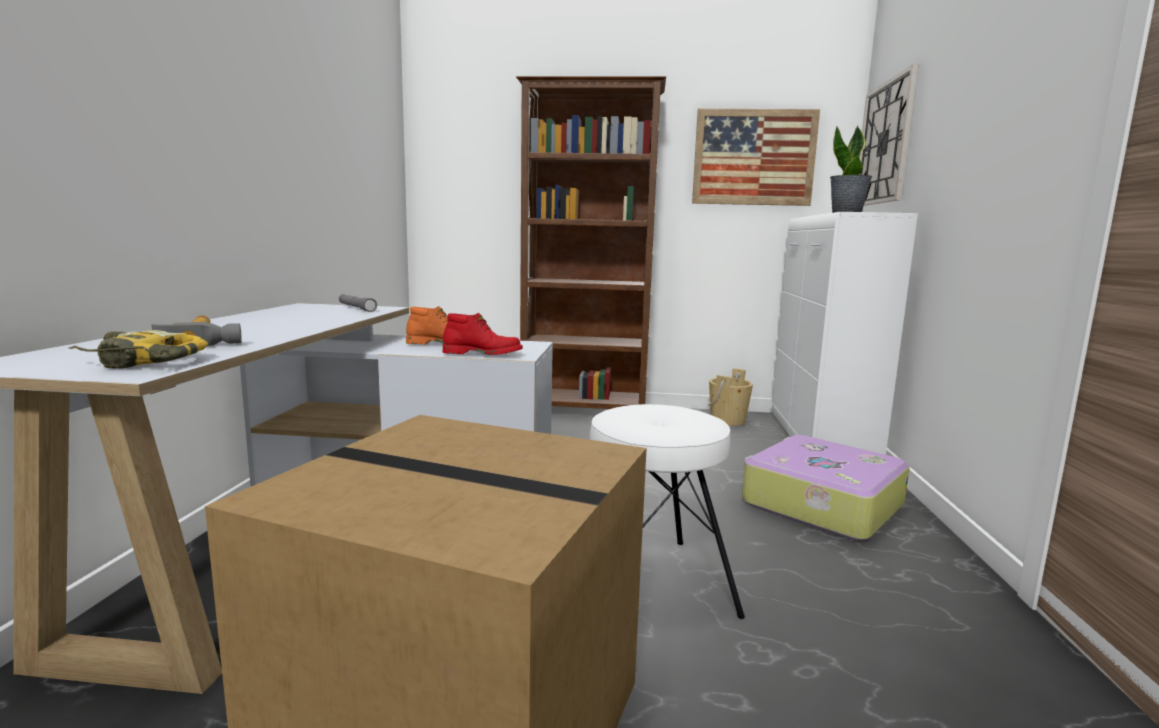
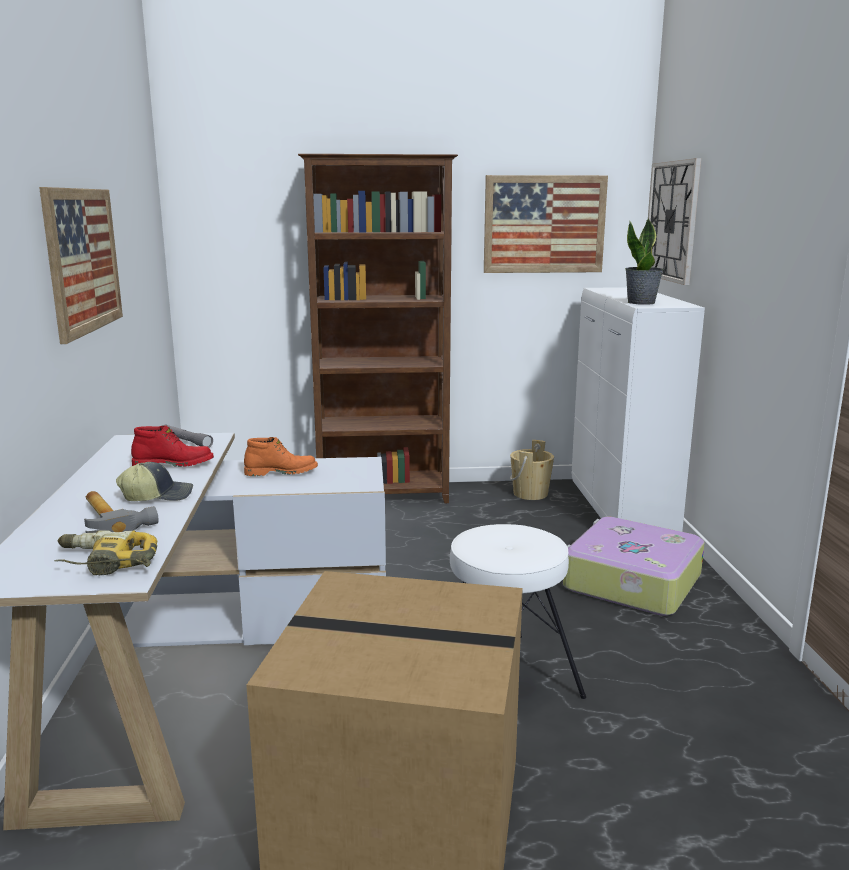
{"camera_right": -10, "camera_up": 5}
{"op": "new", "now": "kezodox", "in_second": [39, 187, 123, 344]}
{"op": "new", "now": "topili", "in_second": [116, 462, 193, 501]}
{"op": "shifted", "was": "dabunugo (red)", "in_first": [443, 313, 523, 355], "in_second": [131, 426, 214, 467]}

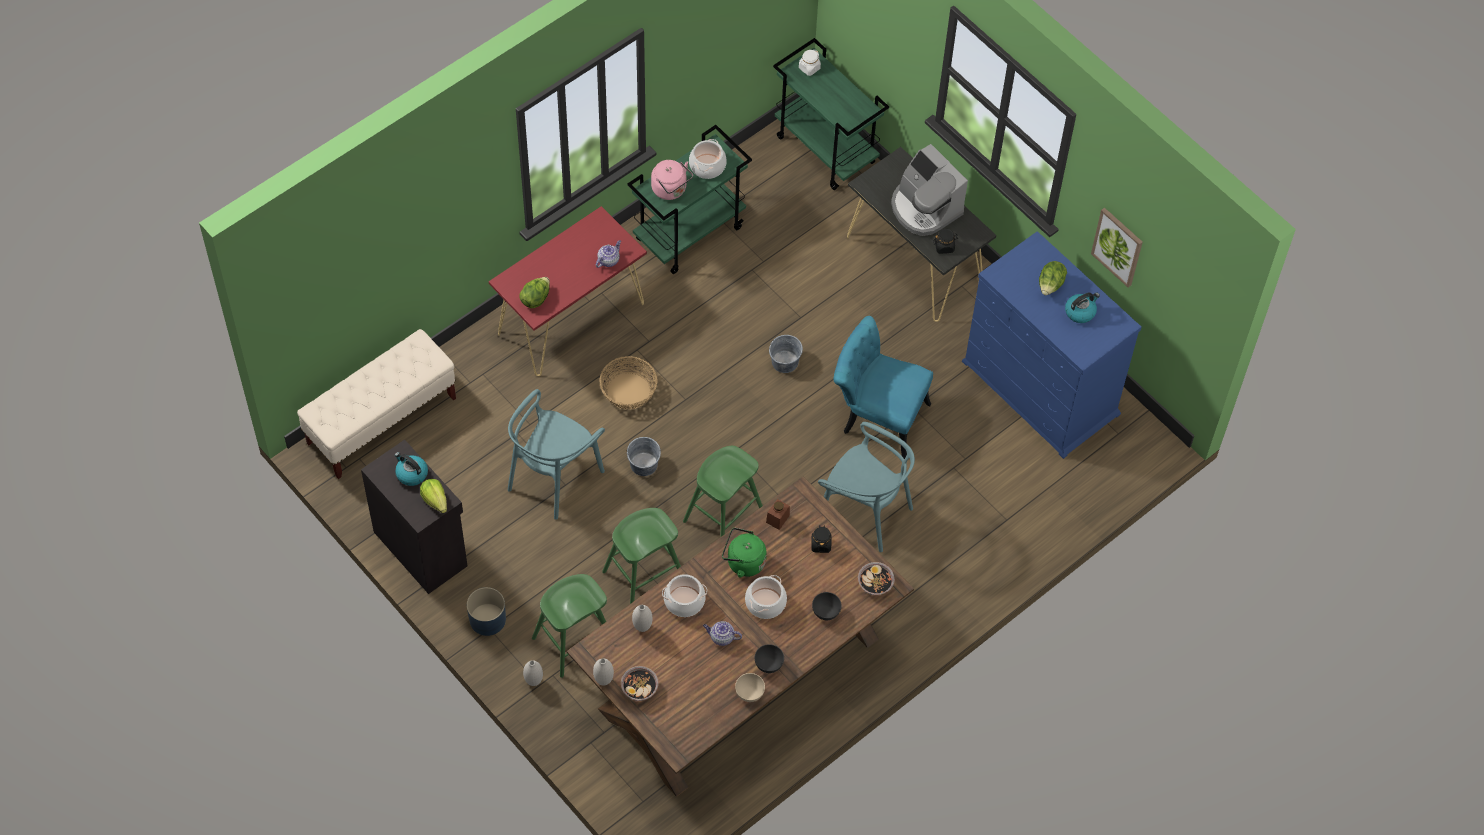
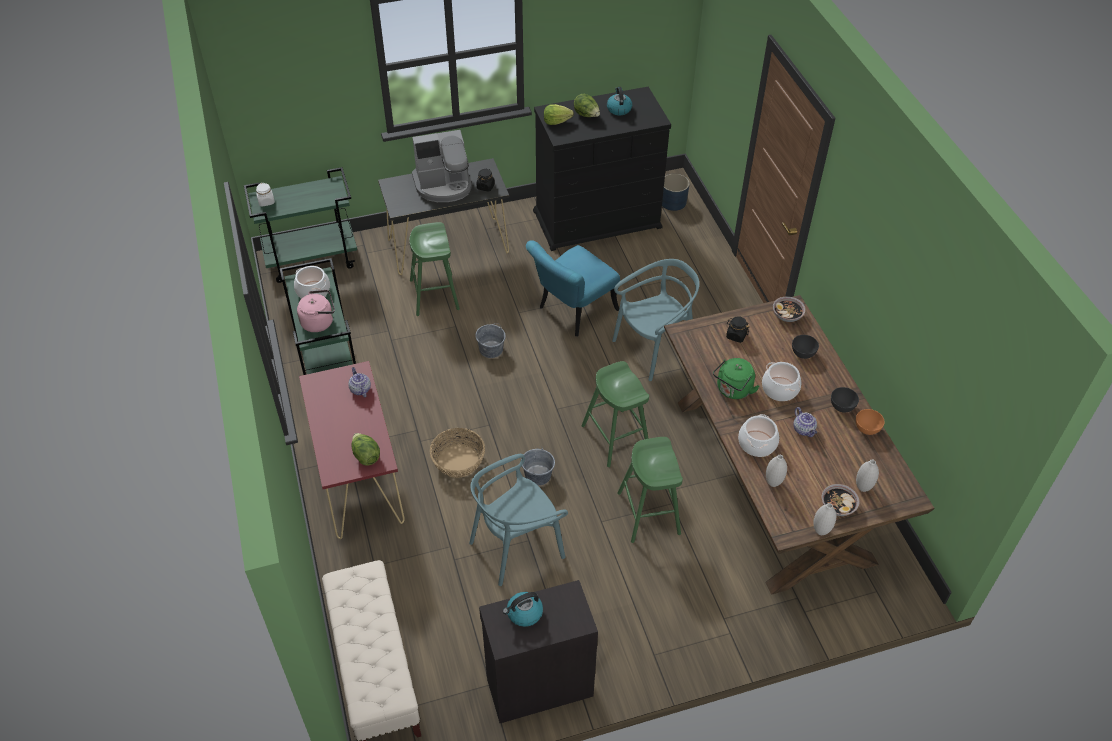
{"camera_right": -65, "camera_up": -10}
{"op": "shifted", "was": "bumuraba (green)", "in_first": [532, 574, 607, 678], "in_second": [409, 222, 460, 316]}
{"op": "rotated", "was": "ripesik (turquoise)", "in_first": [508, 389, 605, 520], "in_second": [469, 454, 568, 586], "clockwise": 90}
{"op": "repainted", "was": "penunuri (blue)", "now": "penunuri (black)", "in_first": [962, 231, 1142, 459], "in_second": [533, 87, 671, 251]}
{"op": "shifted", "was": "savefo", "in_first": [420, 479, 447, 513], "in_second": [544, 104, 574, 125]}
{"op": "shifted", "was": "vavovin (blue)", "in_first": [467, 587, 506, 636], "in_second": [662, 174, 690, 211]}
{"op": "rotated", "was": "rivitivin", "in_first": [703, 621, 742, 646], "in_second": [793, 407, 817, 437], "clockwise": -60}
{"op": "repainted", "was": "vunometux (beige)", "now": "vunometux (orange)", "in_first": [735, 673, 765, 702], "in_second": [856, 409, 885, 435]}
{"op": "shifted", "was": "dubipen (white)", "in_first": [523, 660, 543, 686], "in_second": [856, 459, 879, 492]}
{"op": "gone", "was": "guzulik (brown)", "in_first": [766, 499, 790, 530]}
{"op": "gone", "was": "kezodox", "in_first": [1091, 208, 1143, 287]}

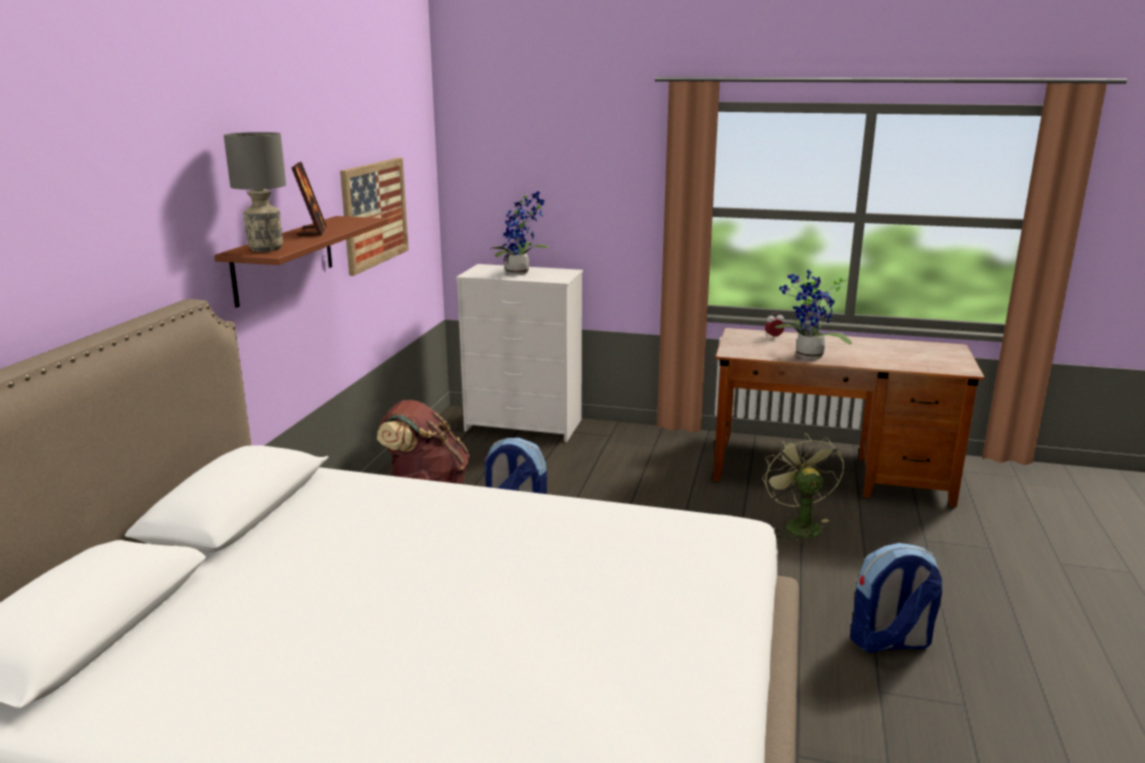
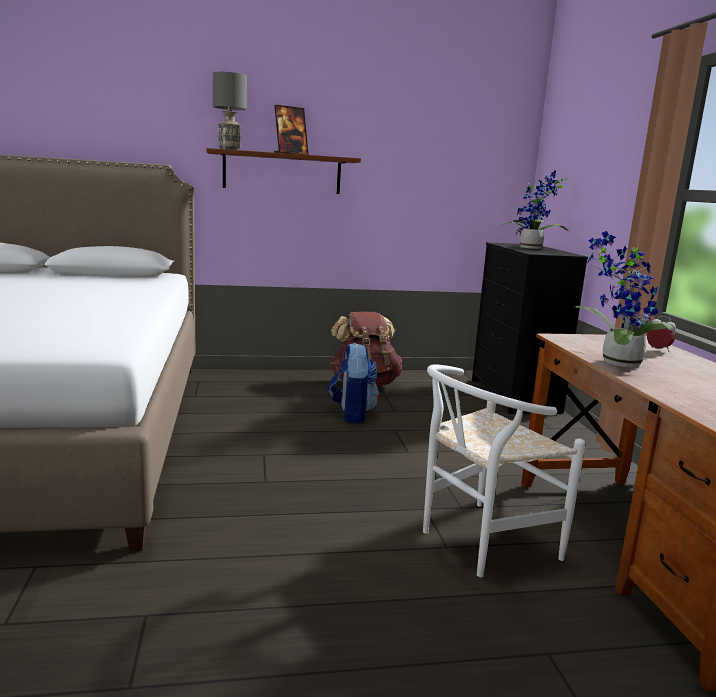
{"camera_right": 65, "camera_up": -5}
{"op": "swapped", "was": "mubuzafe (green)", "now": "ripesik (white)", "in_first": [762, 433, 844, 544], "in_second": [423, 364, 586, 577]}
{"op": "repainted", "was": "penunuri (white)", "now": "penunuri (black)", "in_first": [456, 264, 583, 442], "in_second": [472, 242, 588, 414]}
{"op": "gone", "was": "kezodox", "in_first": [340, 157, 409, 276]}
{"op": "gone", "was": "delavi", "in_first": [850, 543, 942, 653]}

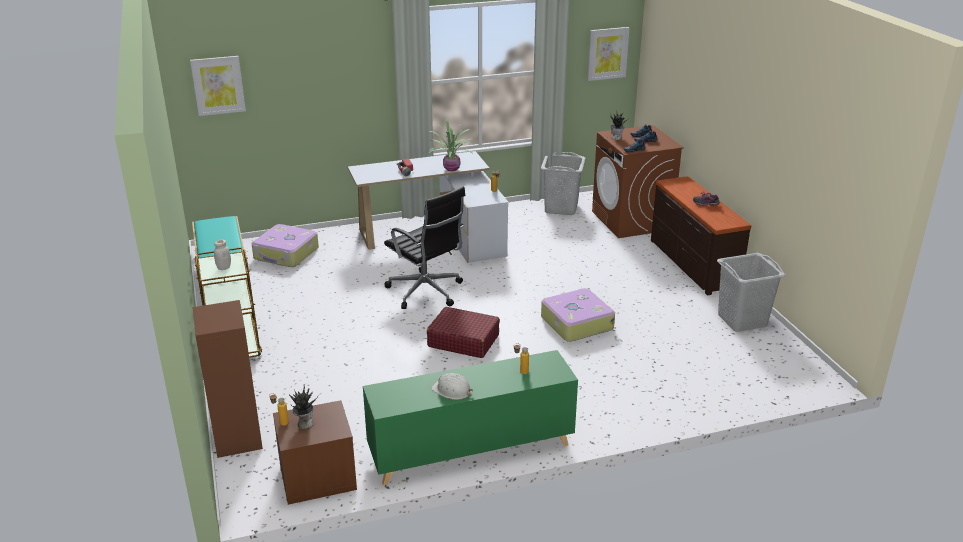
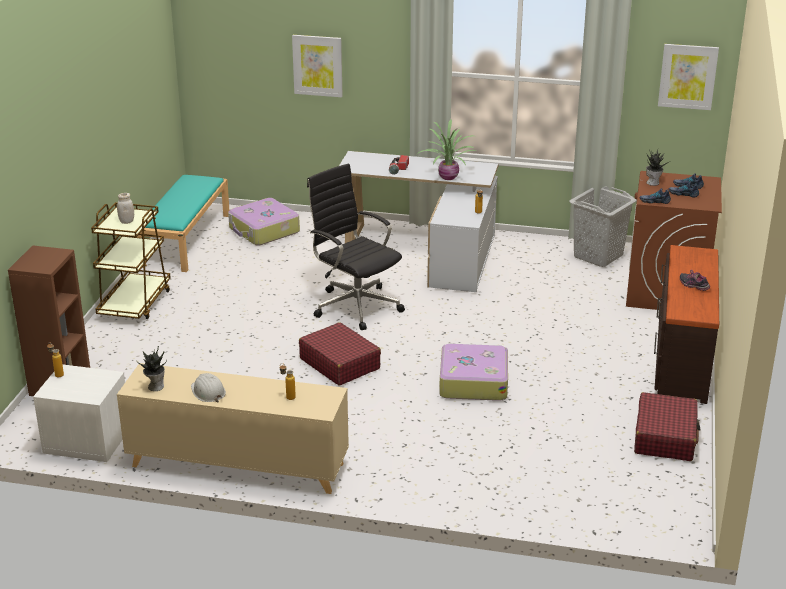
{"camera_right": 30, "camera_up": 0}
{"op": "repainted", "was": "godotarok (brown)", "now": "godotarok (white)", "in_first": [273, 400, 357, 505], "in_second": [33, 364, 125, 462]}
{"op": "repainted", "was": "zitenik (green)", "now": "zitenik (beige)", "in_first": [363, 350, 578, 485], "in_second": [117, 363, 349, 494]}
{"op": "shifted", "was": "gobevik", "in_first": [289, 385, 318, 429], "in_second": [137, 346, 167, 391]}
{"op": "shifted", "was": "kezodox", "in_first": [190, 56, 246, 116], "in_second": [292, 35, 342, 97]}
{"op": "rotated", "was": "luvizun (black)", "in_first": [384, 187, 465, 309], "in_second": [307, 163, 405, 330], "clockwise": 150}
{"op": "swapped", "was": "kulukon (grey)", "now": "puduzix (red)", "in_first": [717, 253, 786, 332], "in_second": [634, 392, 700, 461]}

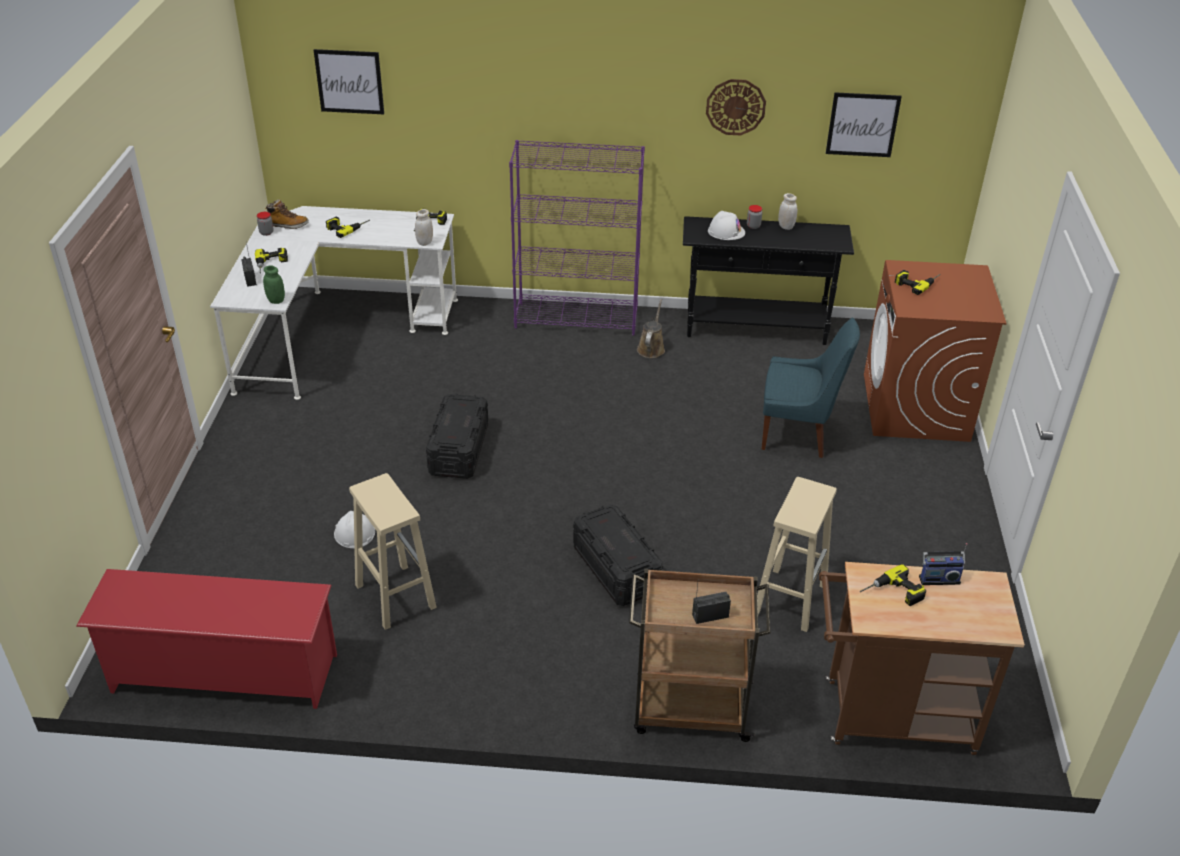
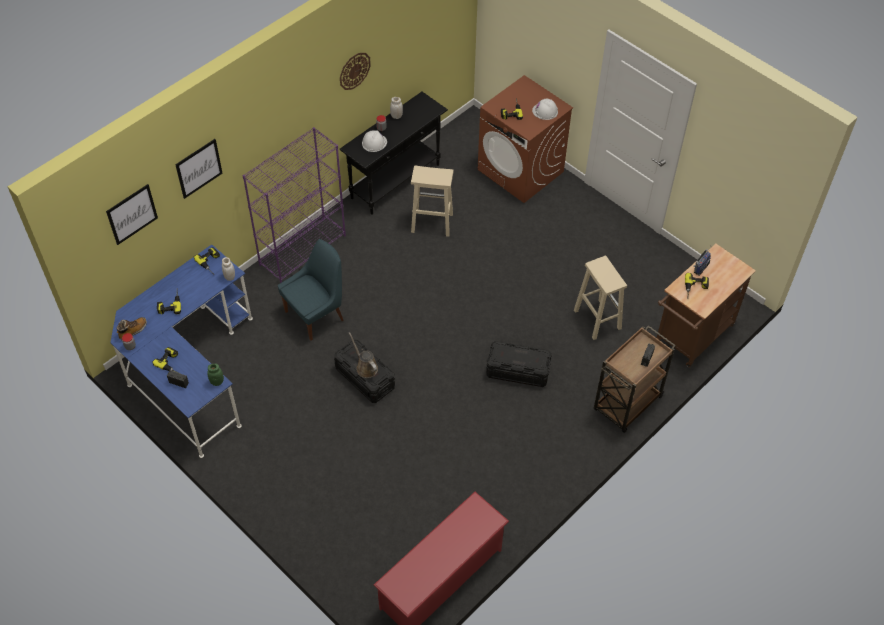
{"camera_right": -50, "camera_up": 15}
{"op": "repainted", "was": "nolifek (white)", "now": "nolifek (blue)", "in_first": [210, 206, 458, 400], "in_second": [110, 244, 253, 458]}
{"op": "shifted", "was": "kezodox", "in_first": [826, 92, 902, 157], "in_second": [175, 139, 222, 199]}
{"op": "shifted", "was": "ripesik (blue)", "in_first": [762, 318, 860, 458], "in_second": [278, 239, 344, 341]}
{"op": "shifted", "was": "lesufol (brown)", "in_first": [637, 299, 665, 358], "in_second": [349, 332, 378, 378]}
{"op": "shifted", "was": "bumuraba (beige)", "in_first": [349, 473, 437, 630], "in_second": [411, 166, 453, 237]}
{"op": "shifted", "was": "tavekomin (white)", "in_first": [334, 511, 375, 548], "in_second": [532, 99, 558, 120]}

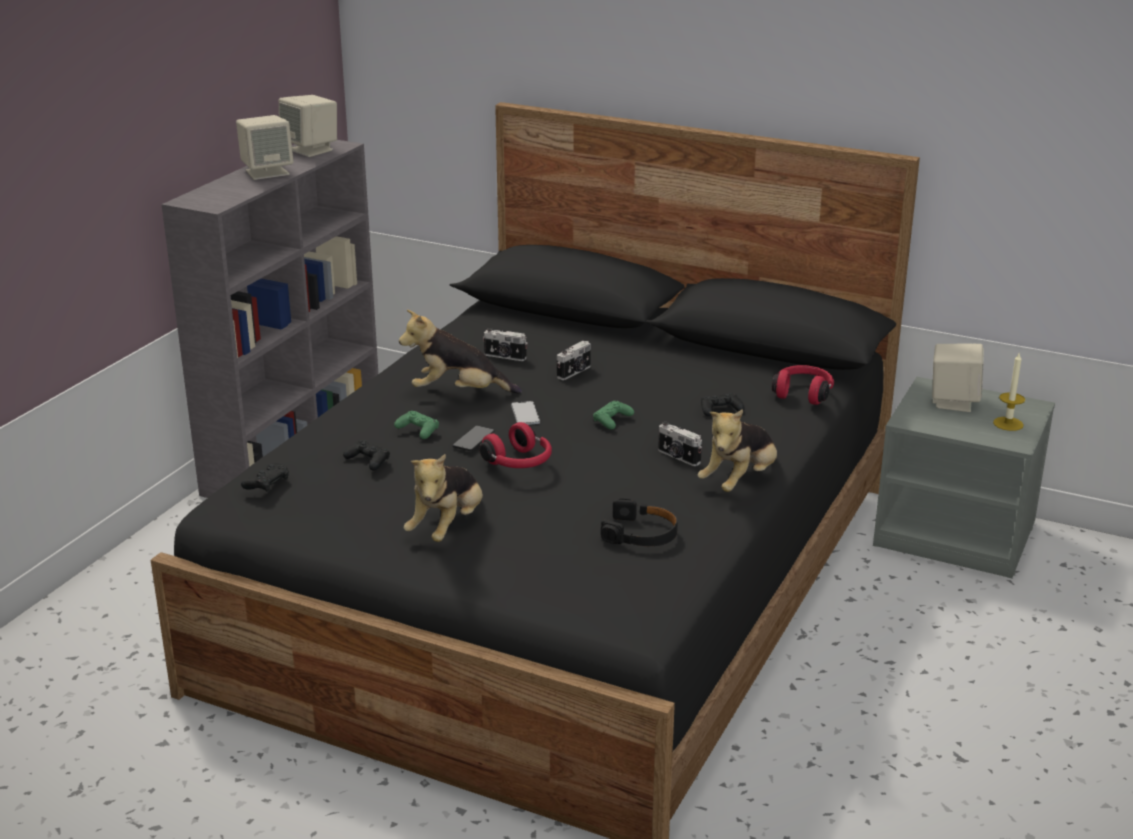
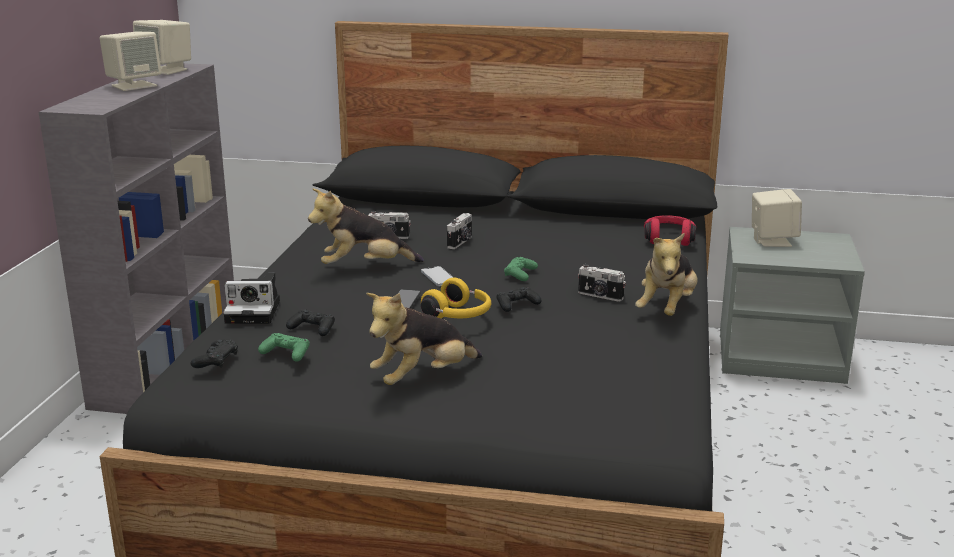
{"camera_right": -15, "camera_up": -5}
{"op": "new", "now": "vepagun", "in_second": [223, 272, 280, 324]}
{"op": "shifted", "was": "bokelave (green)", "in_first": [394, 411, 439, 439], "in_second": [258, 333, 310, 362]}
{"op": "rotated", "was": "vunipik", "in_first": [404, 454, 483, 542], "in_second": [366, 293, 482, 385], "clockwise": 45}
{"op": "repainted", "was": "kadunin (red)", "now": "kadunin (yellow)", "in_first": [480, 422, 552, 468], "in_second": [421, 278, 491, 318]}
{"op": "shifted", "was": "bokelave (black)", "in_first": [701, 393, 745, 416], "in_second": [496, 287, 541, 312]}
{"op": "gone", "was": "kadunin (black)", "in_first": [601, 498, 678, 546]}
{"op": "gone", "was": "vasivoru", "in_first": [993, 353, 1025, 431]}

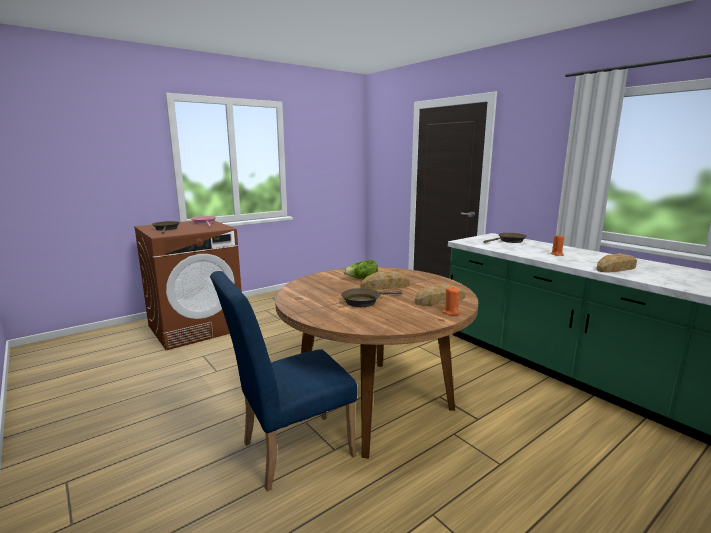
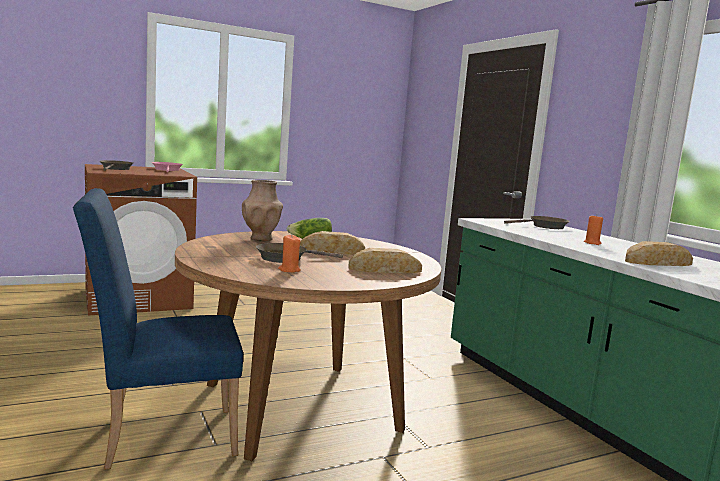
{"camera_right": 10, "camera_up": -5}
{"op": "new", "now": "dubipen (brown)", "in_second": [242, 180, 283, 241]}
{"op": "shifted", "was": "vasivoru (orange)", "in_first": [442, 286, 460, 316], "in_second": [278, 235, 301, 272]}

